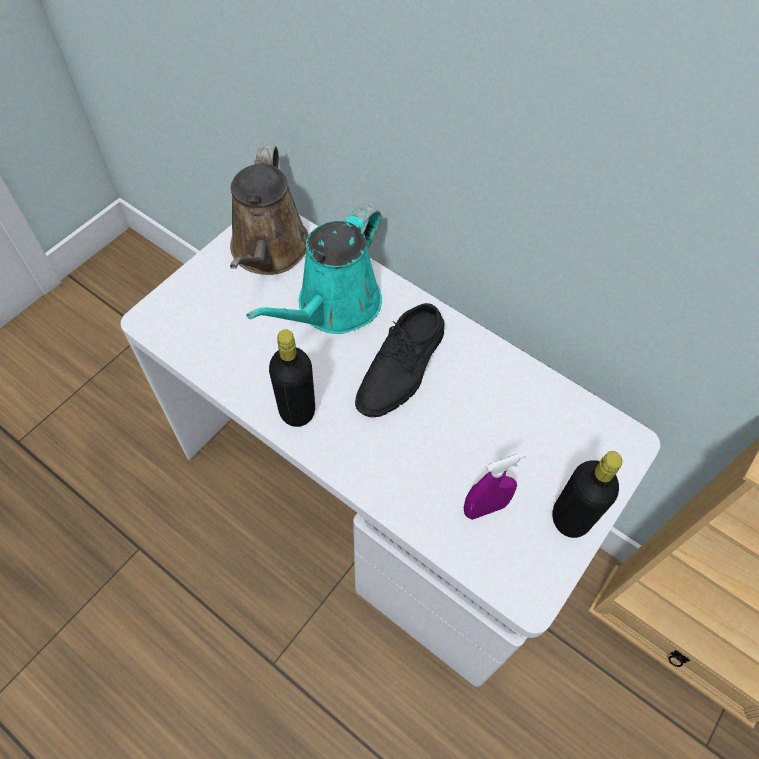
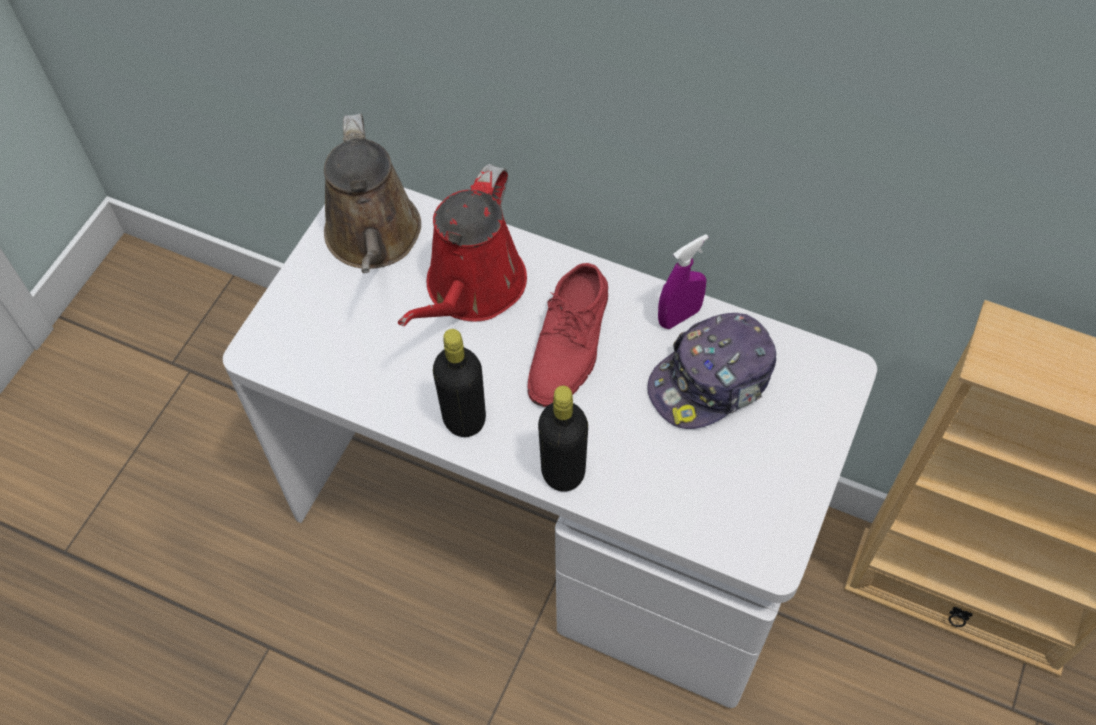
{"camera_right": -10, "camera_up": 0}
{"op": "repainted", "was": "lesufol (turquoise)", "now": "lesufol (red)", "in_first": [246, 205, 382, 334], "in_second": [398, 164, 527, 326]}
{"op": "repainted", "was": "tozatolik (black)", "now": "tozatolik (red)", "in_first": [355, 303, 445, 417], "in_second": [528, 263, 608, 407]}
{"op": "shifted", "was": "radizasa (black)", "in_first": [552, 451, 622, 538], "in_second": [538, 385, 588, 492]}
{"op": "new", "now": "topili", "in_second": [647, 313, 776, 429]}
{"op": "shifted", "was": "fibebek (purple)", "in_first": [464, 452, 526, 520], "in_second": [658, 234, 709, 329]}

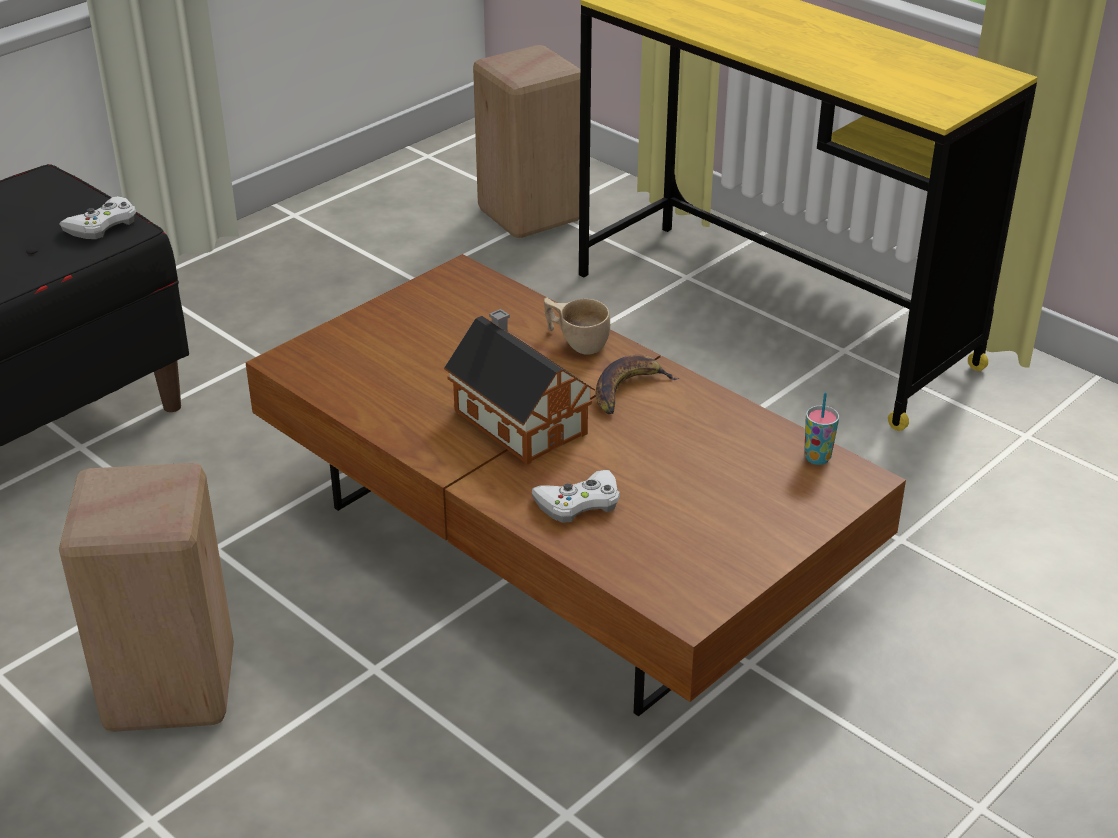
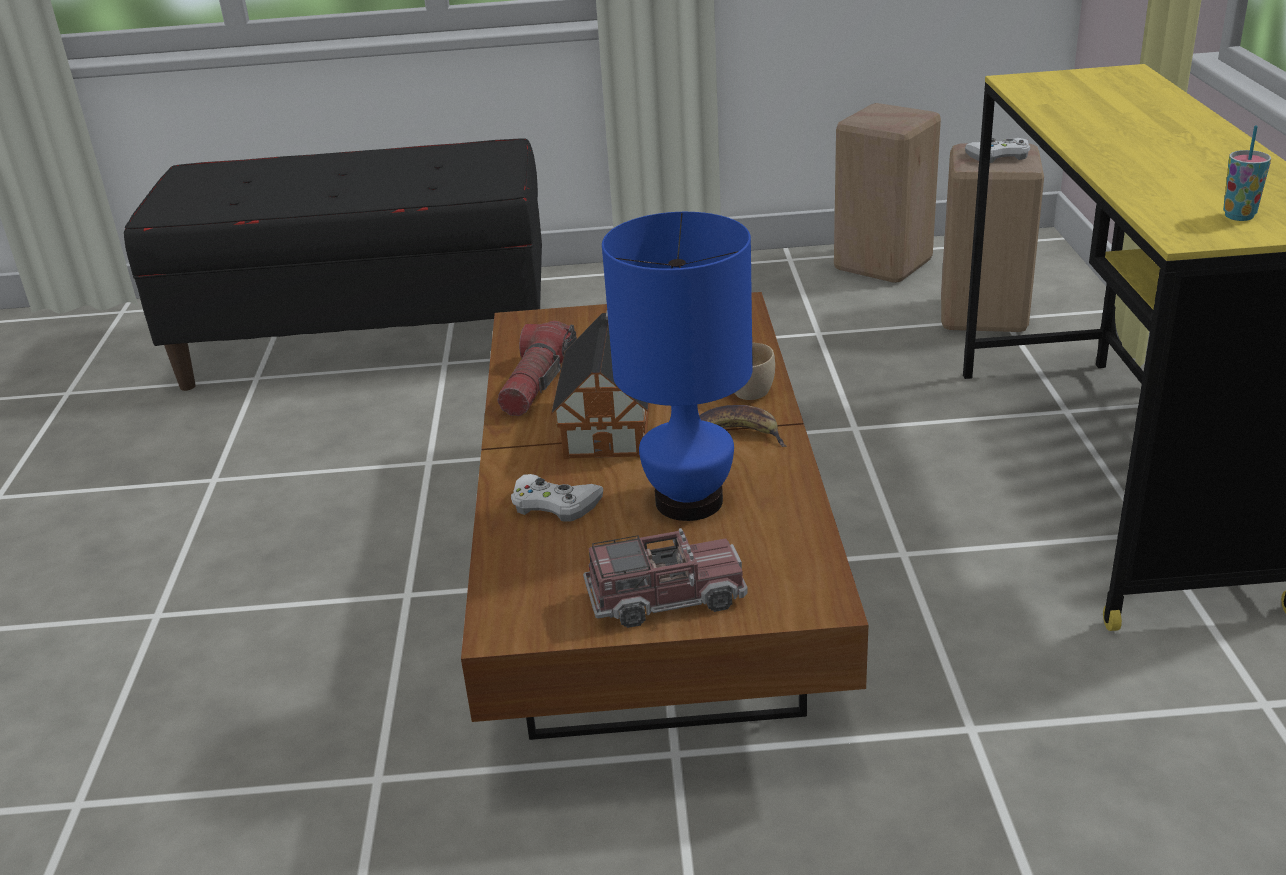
{"camera_right": 45, "camera_up": -5}
{"op": "new", "now": "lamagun", "in_second": [498, 321, 577, 416]}
{"op": "new", "now": "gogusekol", "in_second": [583, 528, 748, 628]}
{"op": "new", "now": "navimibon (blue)", "in_second": [602, 212, 753, 521]}
{"op": "shifted", "was": "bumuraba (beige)", "in_first": [59, 463, 234, 732], "in_second": [834, 103, 941, 283]}
{"op": "shifted", "was": "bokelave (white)", "in_first": [59, 196, 136, 239], "in_second": [965, 138, 1030, 163]}
{"op": "shifted", "was": "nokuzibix", "in_first": [804, 392, 839, 465], "in_second": [1223, 125, 1271, 221]}

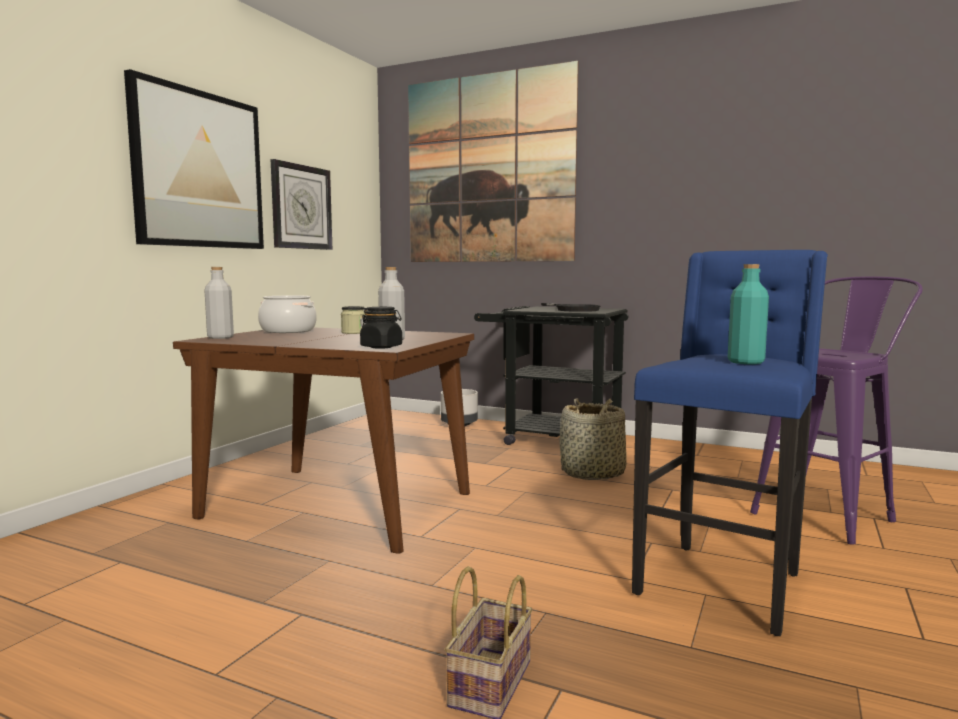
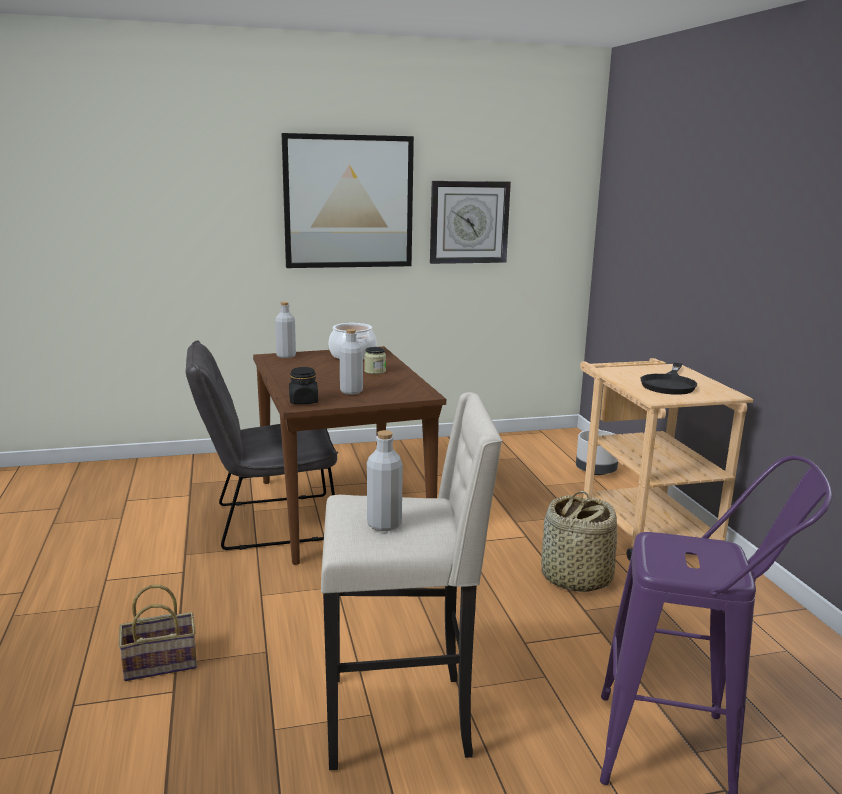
{"camera_right": 50, "camera_up": 10}
{"op": "new", "now": "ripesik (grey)", "in_second": [186, 340, 338, 550]}
{"op": "repainted", "was": "bumuraba (blue)", "now": "bumuraba (beige)", "in_first": [632, 250, 828, 636], "in_second": [321, 392, 502, 770]}
{"op": "repainted", "was": "radizasa (turquoise)", "now": "radizasa (grey)", "in_first": [728, 264, 769, 364], "in_second": [367, 430, 403, 531]}
{"op": "repainted", "was": "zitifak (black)", "now": "zitifak (beige)", "in_first": [474, 306, 628, 445], "in_second": [580, 358, 753, 560]}
{"op": "gone", "was": "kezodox", "in_first": [408, 61, 579, 262]}

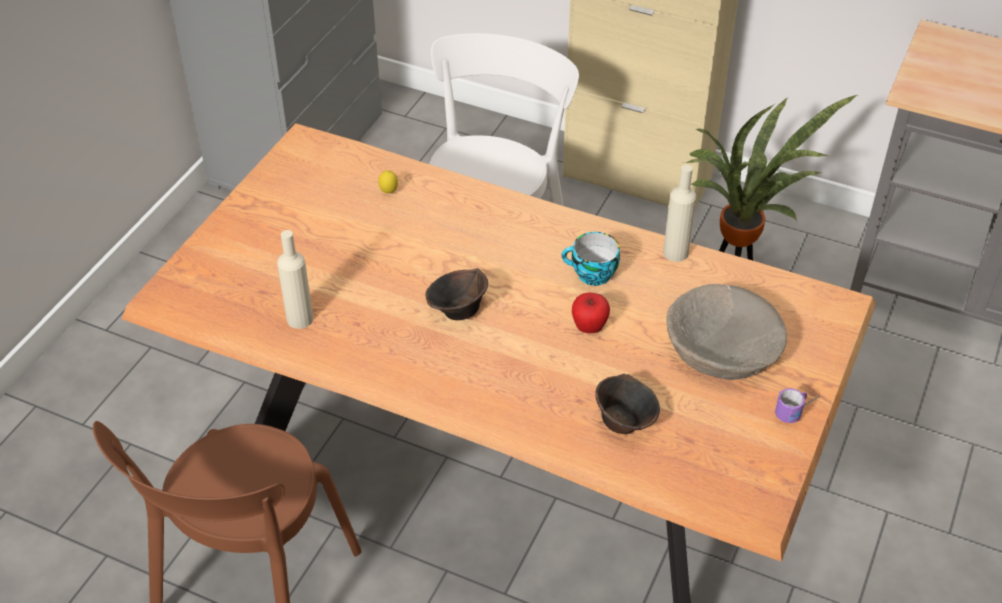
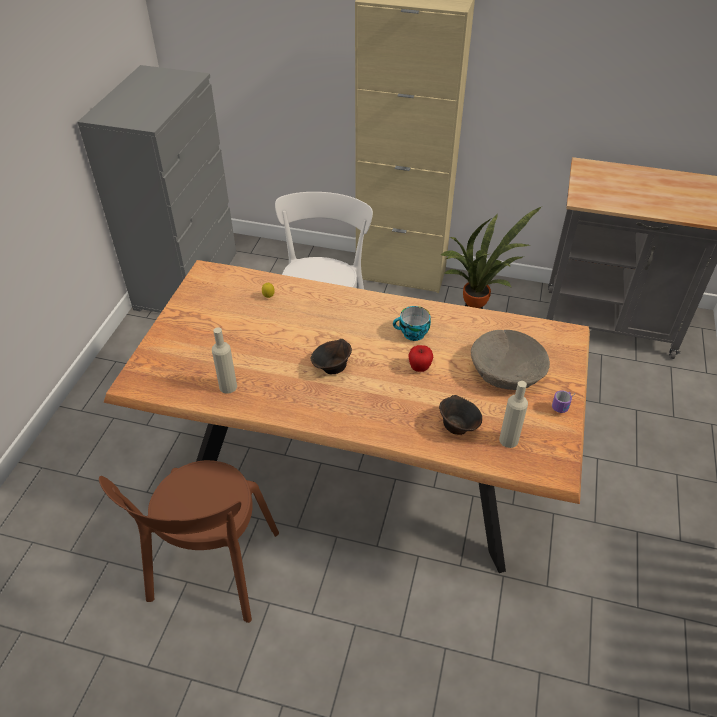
{"camera_right": -10, "camera_up": 0}
{"op": "shifted", "was": "radizasa (beige)", "in_first": [663, 165, 696, 262], "in_second": [499, 381, 528, 448]}

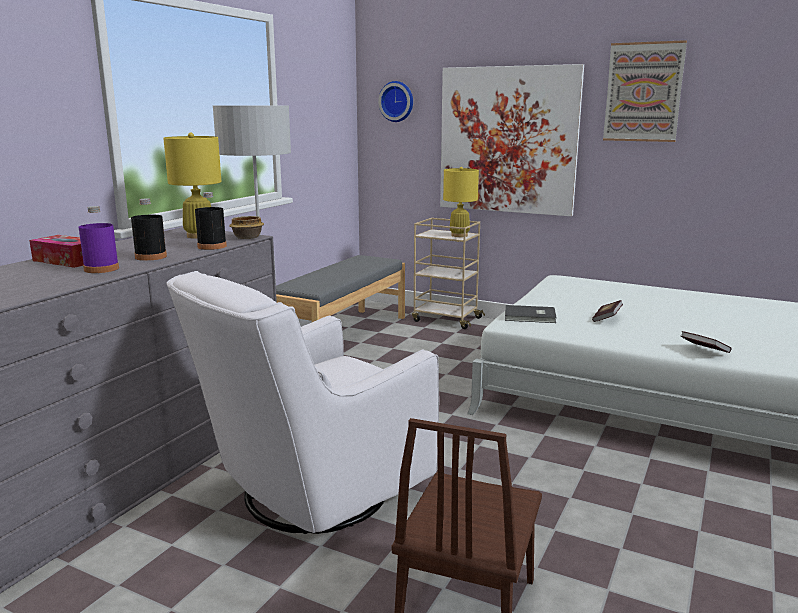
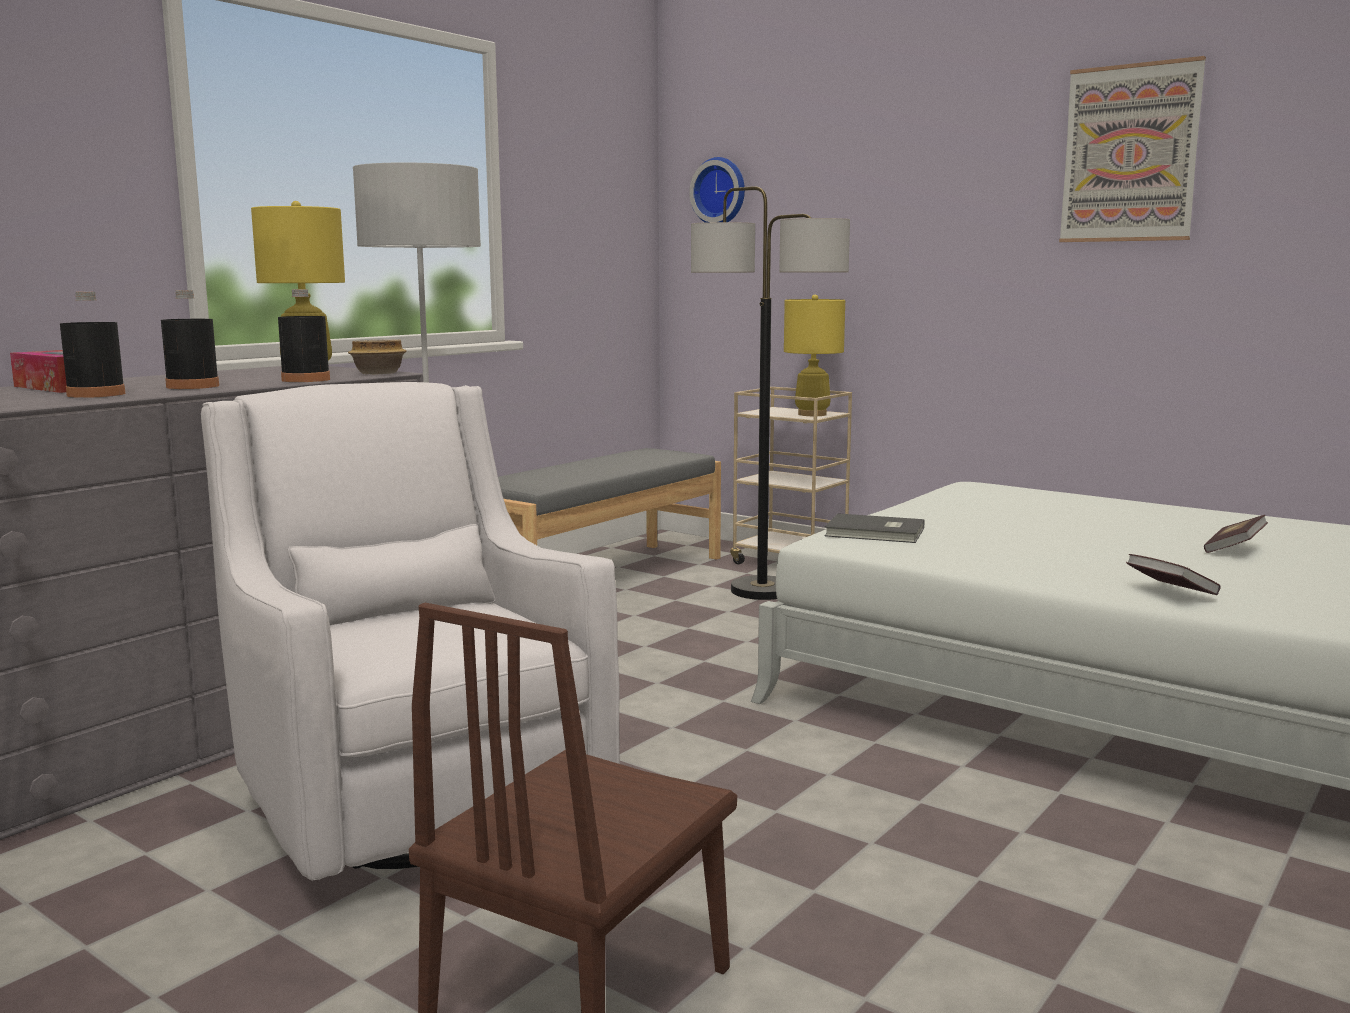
{"camera_right": 10, "camera_up": -5}
{"op": "repainted", "was": "radizasa (purple)", "now": "radizasa (black)", "in_first": [79, 206, 119, 273], "in_second": [60, 292, 126, 398]}
{"op": "rotated", "was": "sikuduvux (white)", "in_first": [166, 271, 439, 534], "in_second": [201, 382, 620, 881], "clockwise": 90}
{"op": "new", "now": "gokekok", "in_second": [691, 186, 850, 600]}
{"op": "shifted", "was": "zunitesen", "in_first": [592, 300, 623, 322], "in_second": [1204, 515, 1268, 553]}
{"op": "gone", "was": "kezodox", "in_first": [440, 64, 584, 216]}

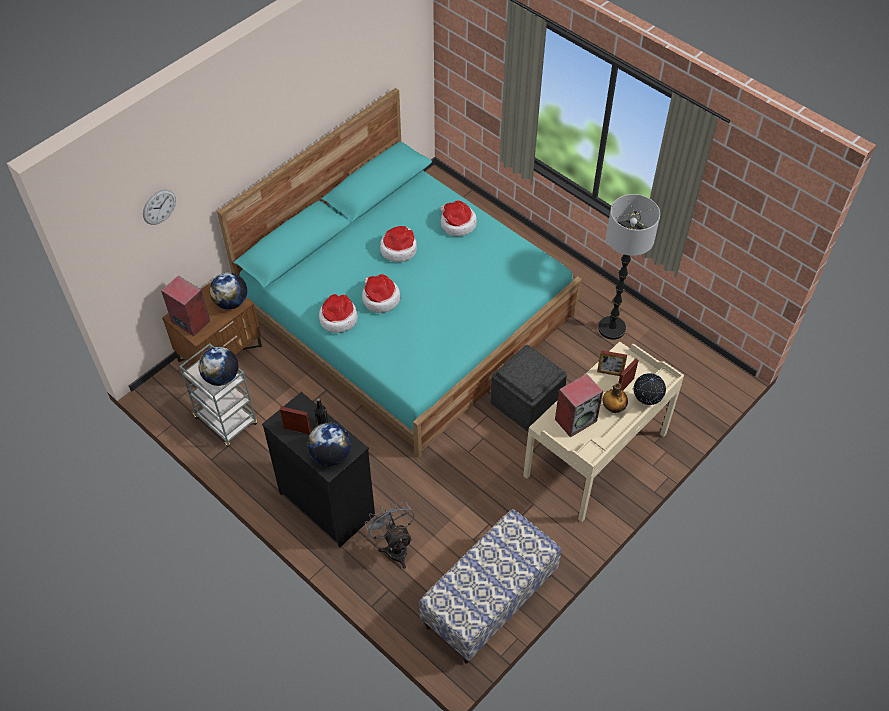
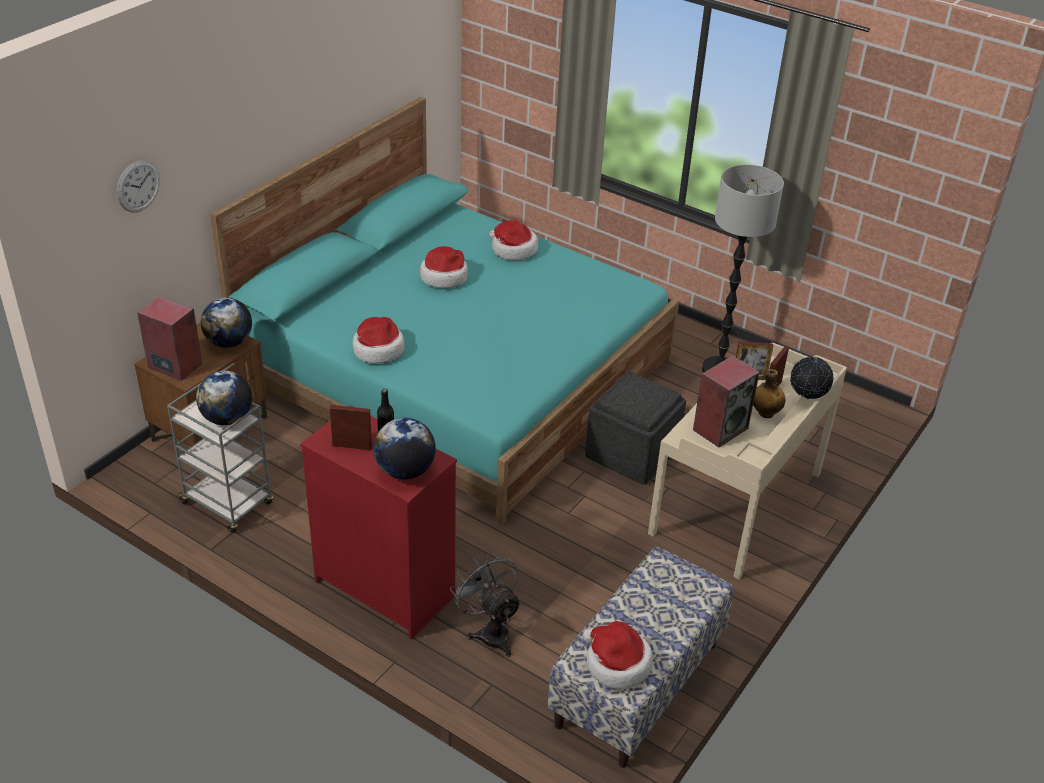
{"camera_right": -10, "camera_up": -15}
{"op": "repainted", "was": "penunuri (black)", "now": "penunuri (red)", "in_first": [262, 392, 375, 548], "in_second": [300, 405, 457, 640]}
{"op": "shifted", "was": "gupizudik", "in_first": [362, 274, 400, 313], "in_second": [583, 621, 653, 689]}

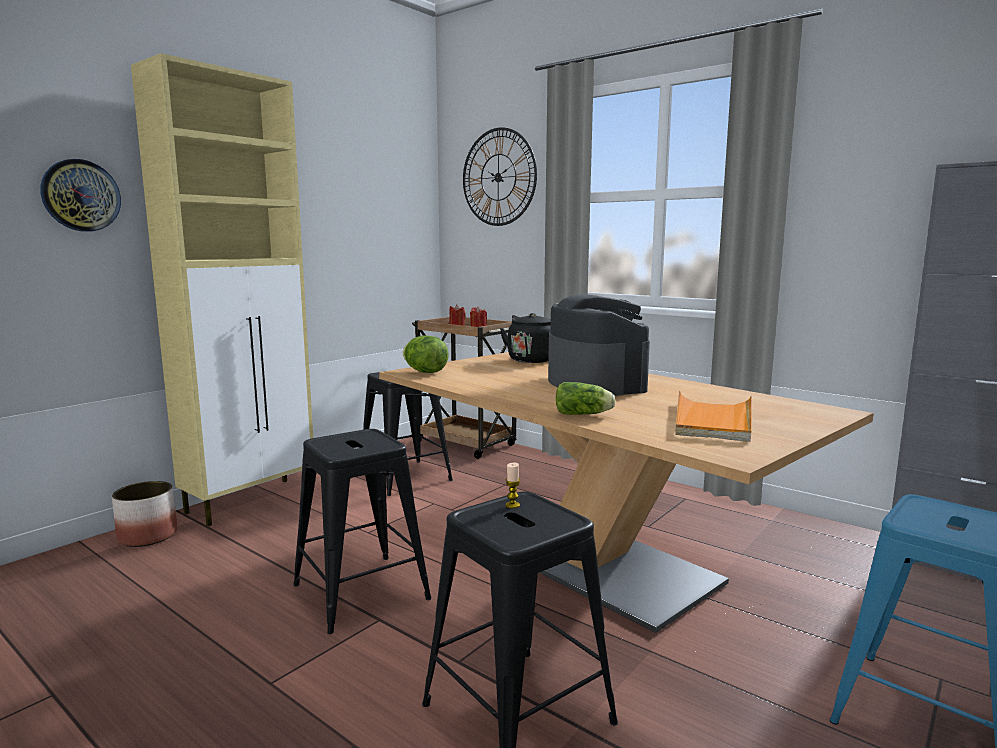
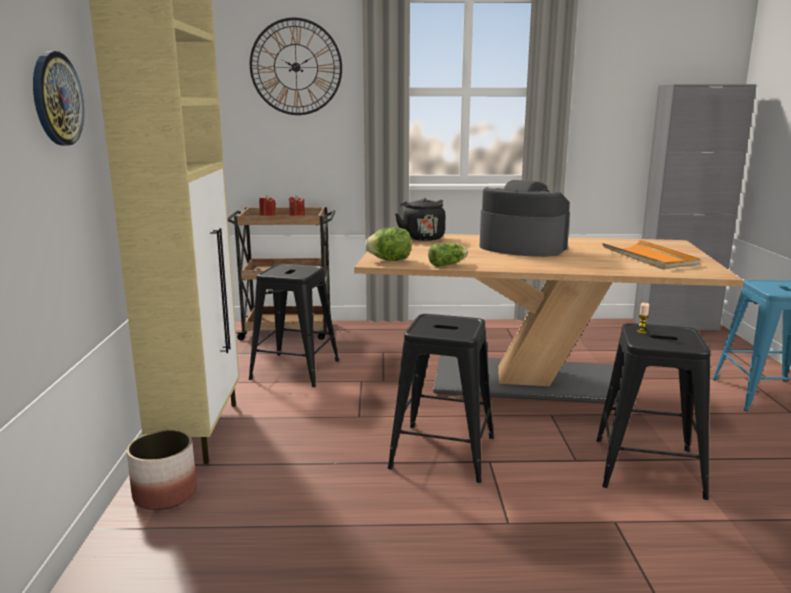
{"camera_right": -40, "camera_up": 5}
{"op": "shifted", "was": "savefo", "in_first": [556, 382, 616, 415], "in_second": [428, 243, 468, 267]}

